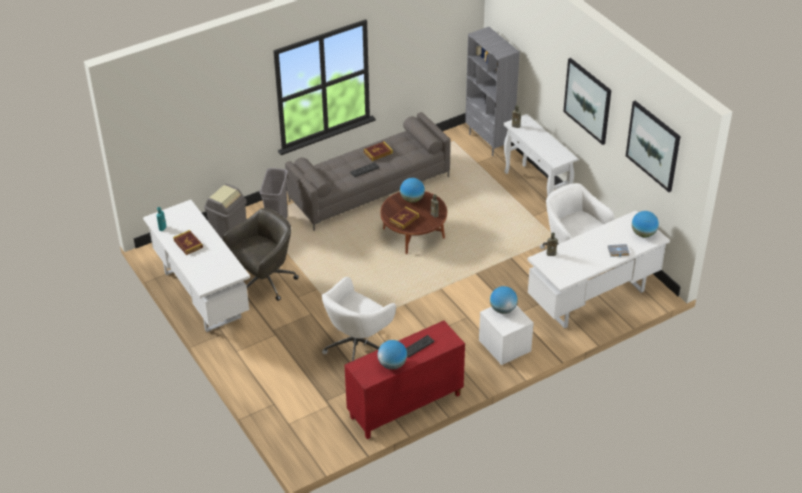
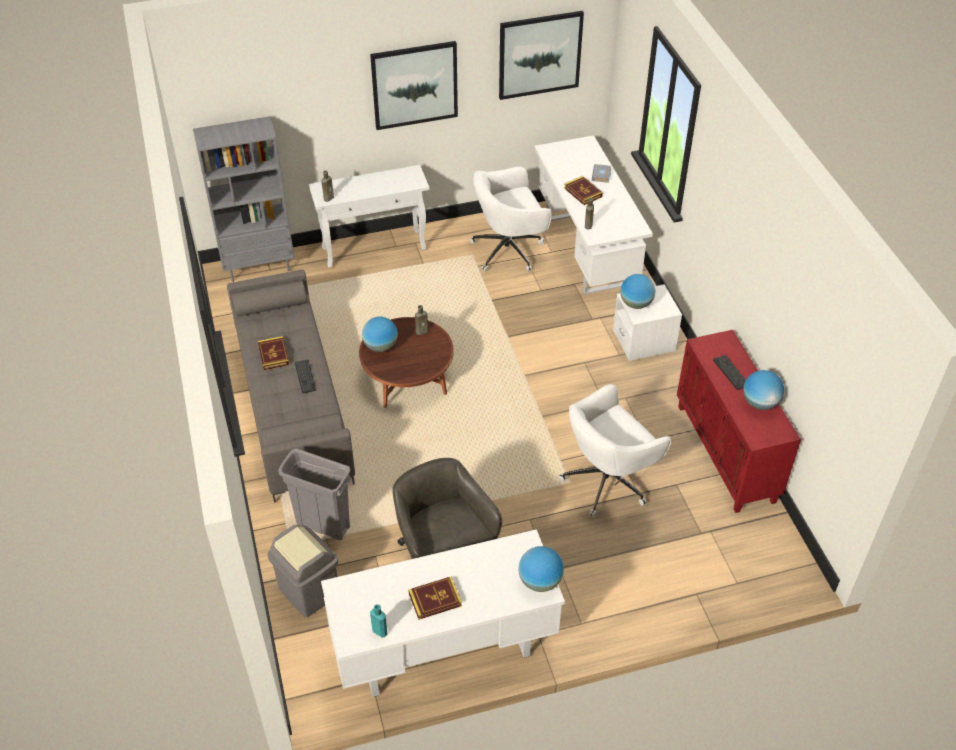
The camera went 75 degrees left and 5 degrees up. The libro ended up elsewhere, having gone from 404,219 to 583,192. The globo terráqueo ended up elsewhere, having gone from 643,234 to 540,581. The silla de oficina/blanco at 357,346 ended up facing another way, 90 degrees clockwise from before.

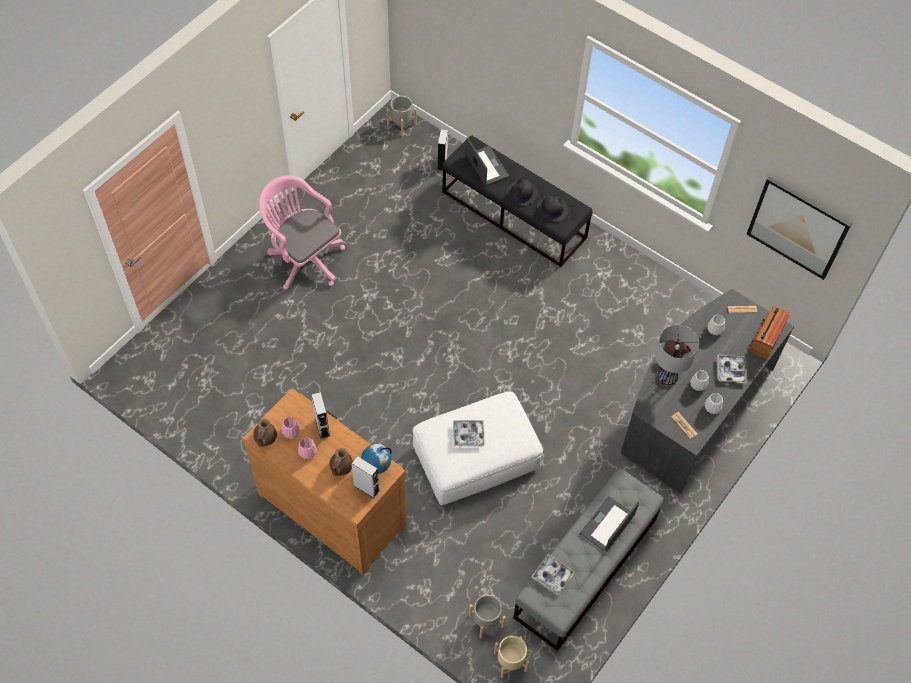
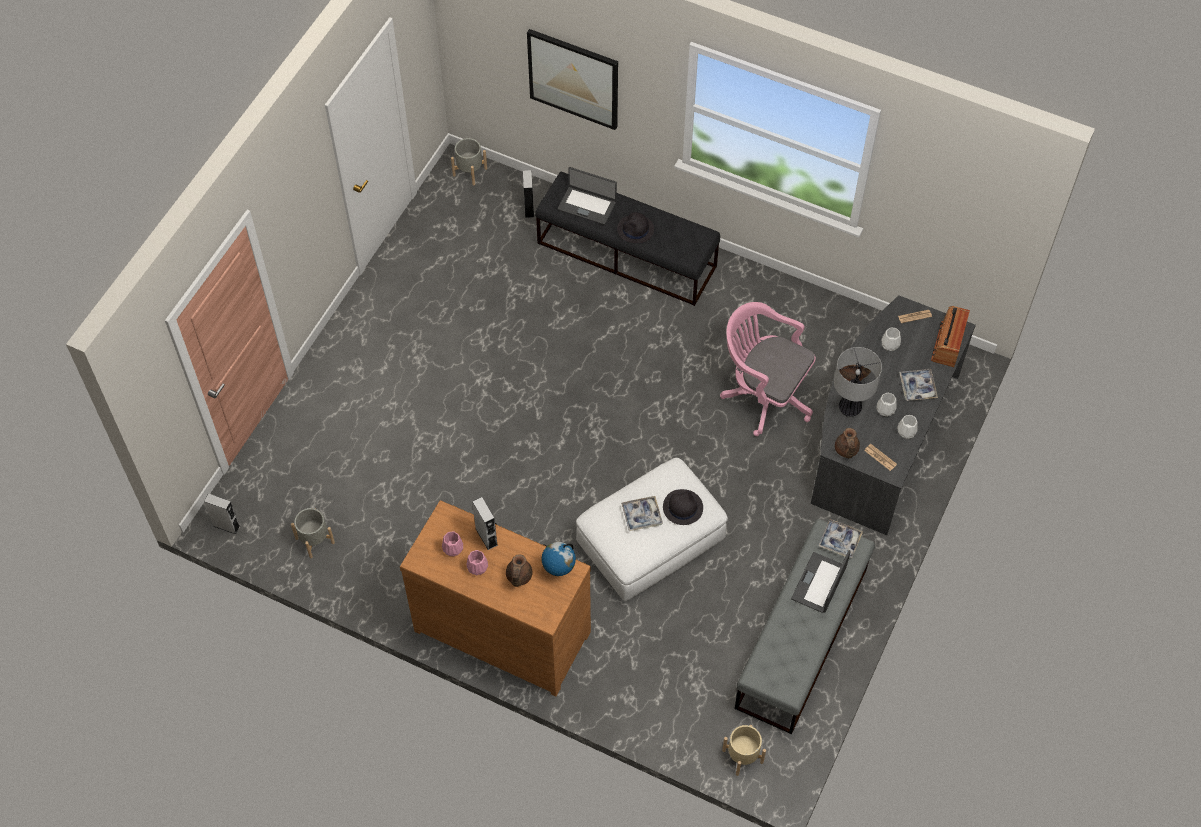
The camera went 10 degrees left and 0 degrees up. The tetera/marrón ended up elsewhere, having gone from 265,438 to 846,450. The silla de oficina/rosa ended up elsewhere, having gone from 304,258 to 763,395. The altavoz/gris ended up elsewhere, having gone from 366,488 to 226,526. The maceta/gris ended up elsewhere, having gone from 486,621 to 315,540. The bandeja ended up elsewhere, having gone from 552,576 to 839,541. The sombrero/negro ended up elsewhere, having gone from 552,209 to 682,507. The cuadro ended up elsewhere, having gone from 798,227 to 574,78. The portátil at 486,166 ended up facing another way, 150 degrees clockwise from before.

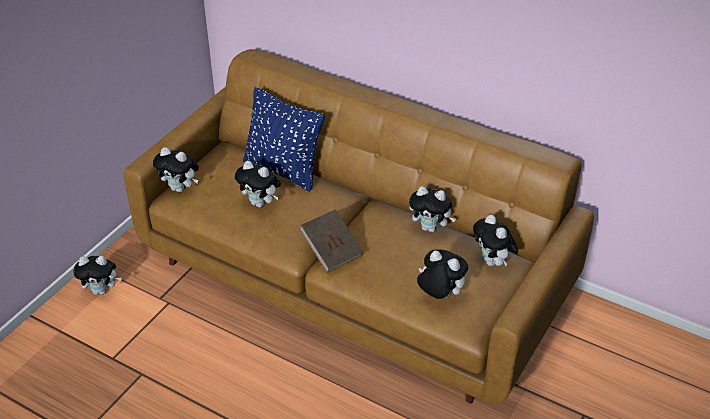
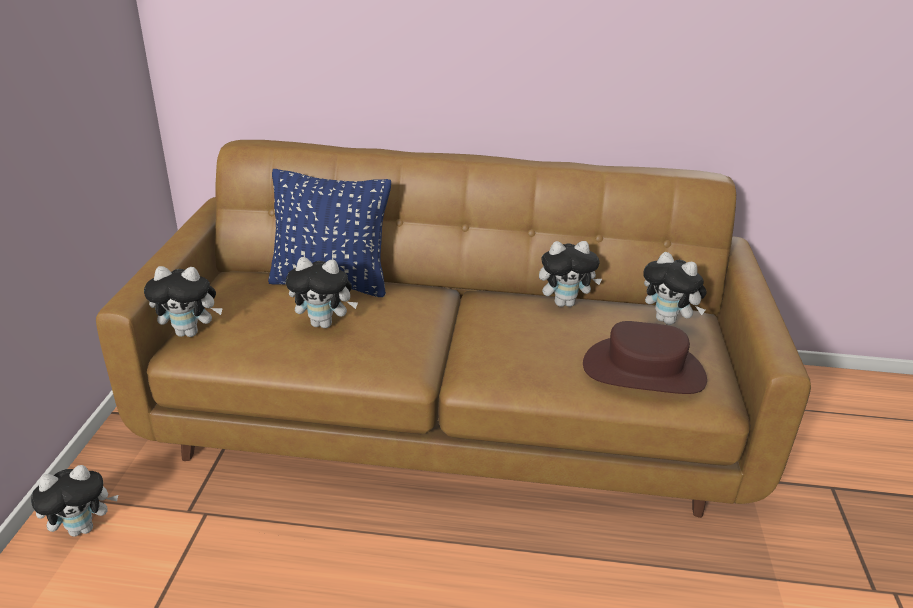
The camera went 25 degrees left and 10 degrees down. The second view lost the libro/marrón at 332,251. Where the peluche stood at 439,295, the sombrero/marrón came to stand at 643,371.

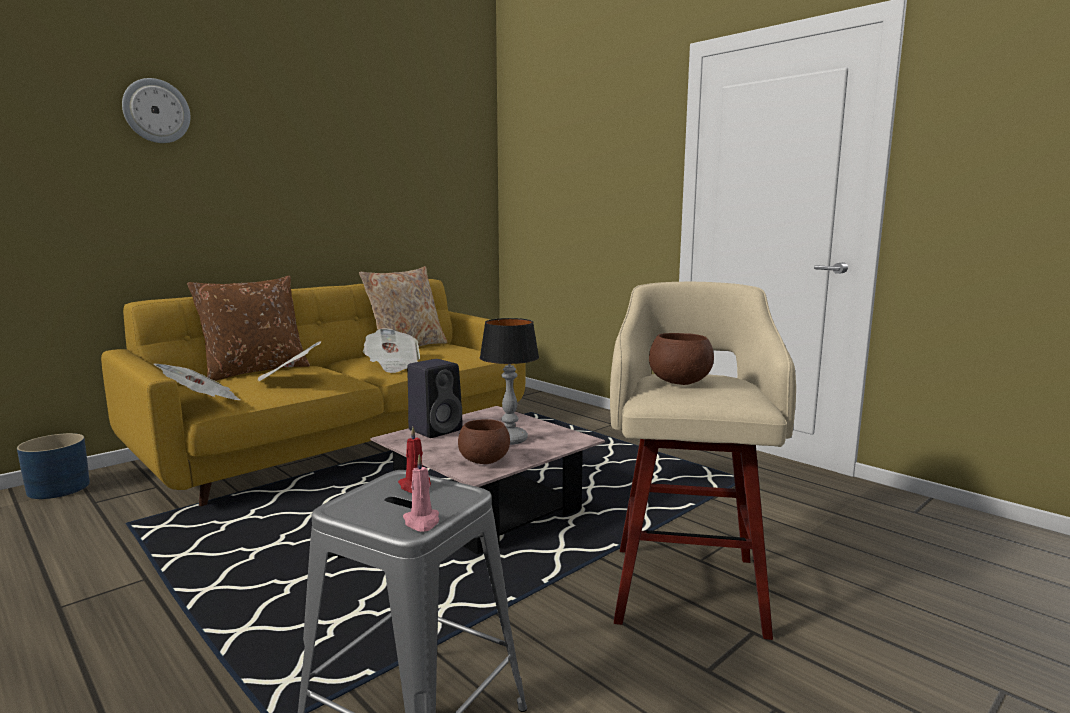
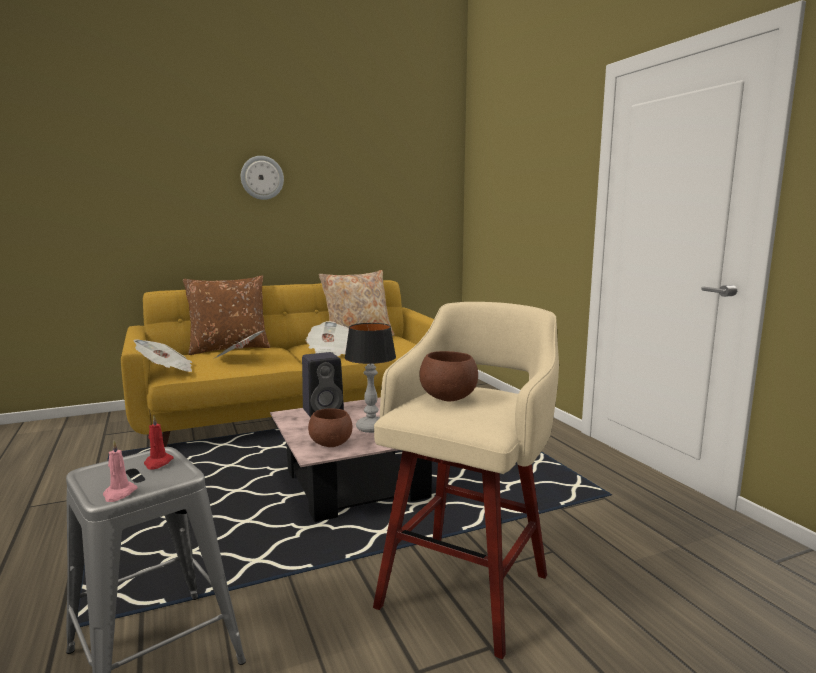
The camera went 20 degrees right and 0 degrees up. The second view lost the maceta/azul at 59,488. The reloj de pared ended up elsewhere, having gone from 156,111 to 262,178.

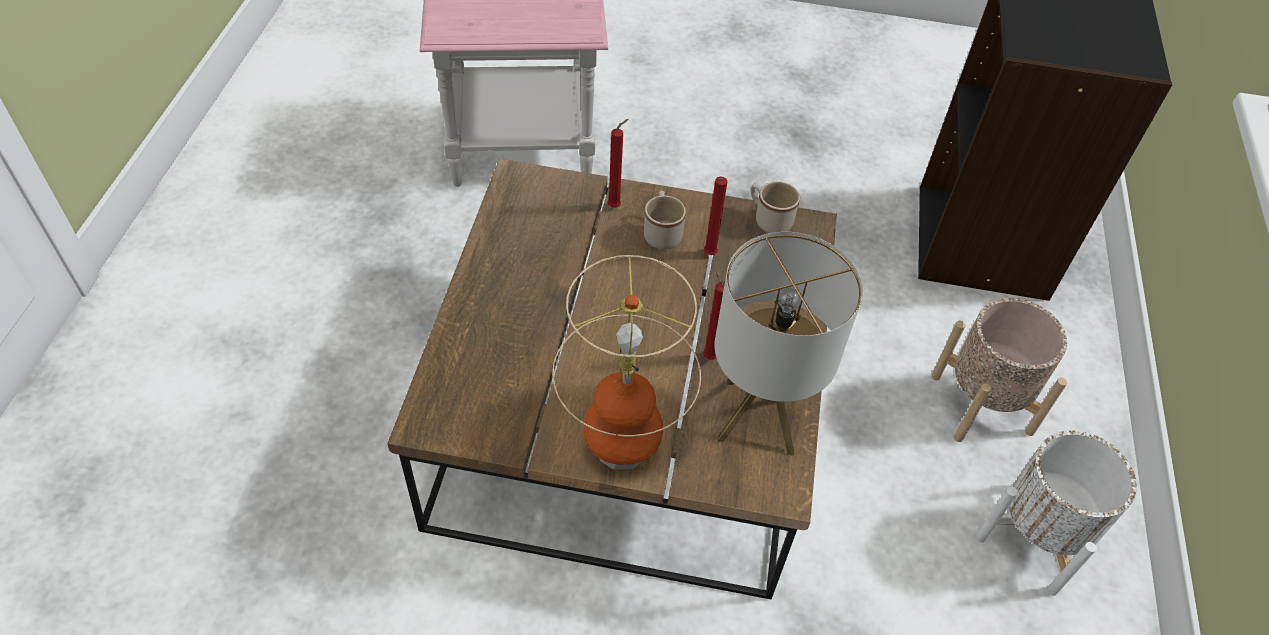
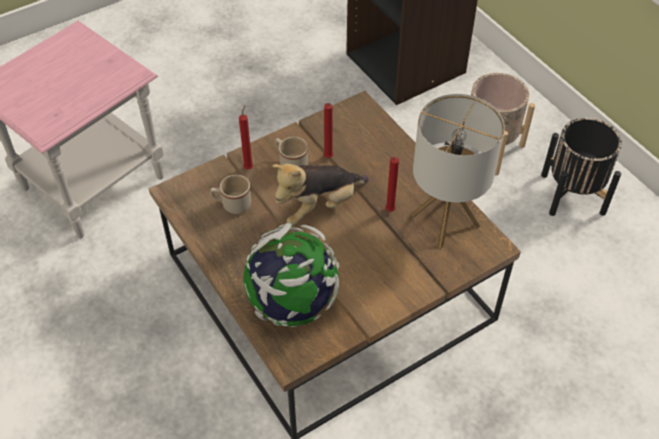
The camera went 40 degrees left and 0 degrees up. The second view lost the lámpara de mesa at 622,447. The second view gained the globo terráqueo at 292,305. The second view gained the peluche at 319,206. The taza grande/beis ended up elsewhere, having gone from 768,219 to 232,204. What was the maceta/blanco at 1036,536 turned into the maceta/negro at 572,193.

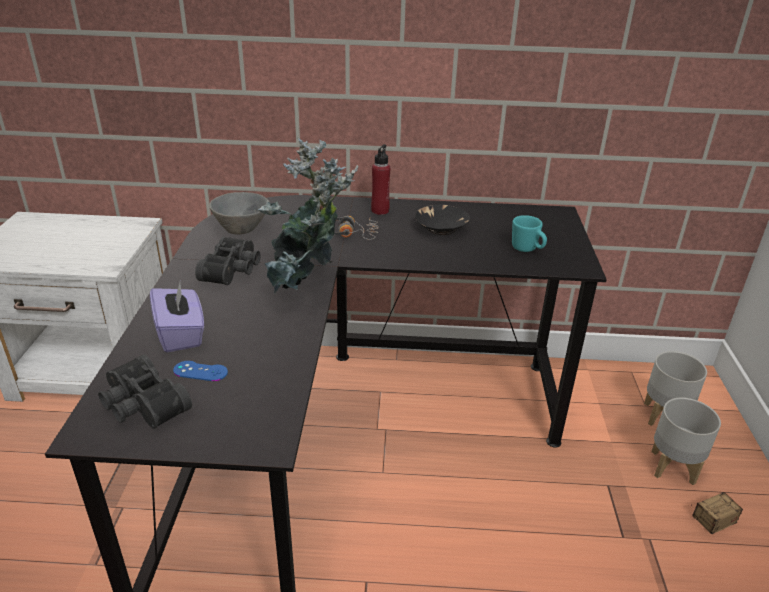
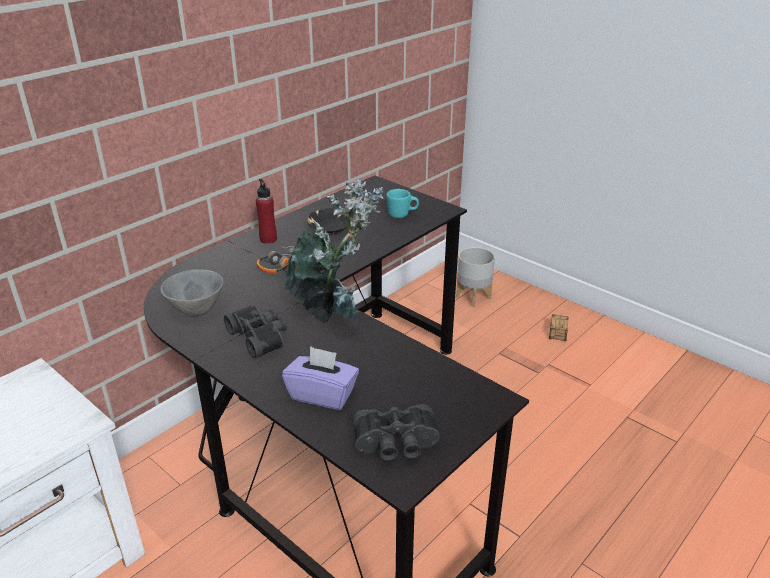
The camera went 50 degrees left and 0 degrees up. The second view lost the mando de consola/azul at 200,371. The second view lost the maceta/gris at 673,467.

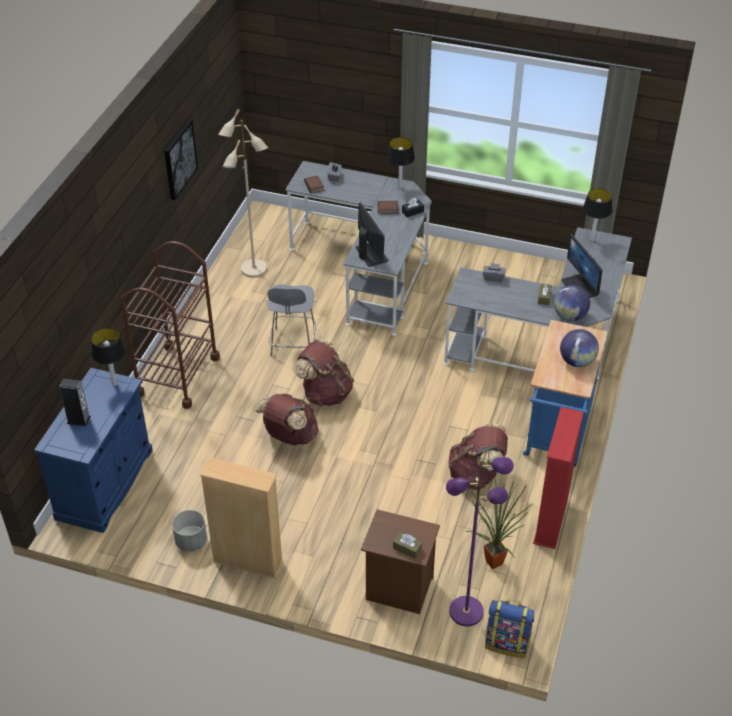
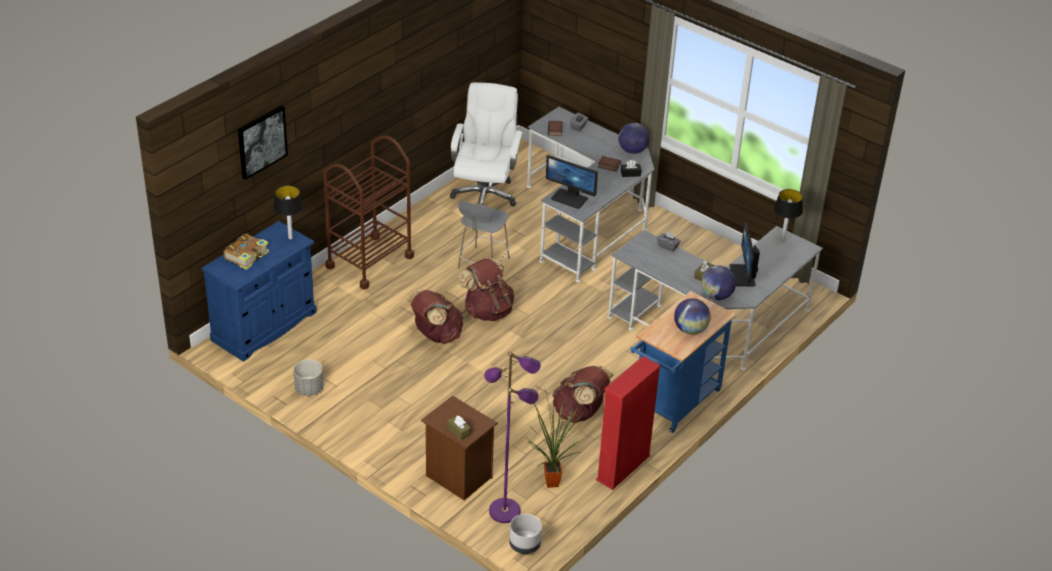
The camera went 20 degrees right and 5 degrees down. The second view lost the estantería/beis at 248,561. The cuadro ended up elsewhere, having gone from 179,159 to 261,141. Where the altavoz stood at 78,420, the libro came to stand at 247,256. Where the lámpara de pie/beis stood at 254,269, the silla de oficina/blanco came to stand at 484,194. Where the lámpara de mesa stood at 400,188, the globo terráqueo came to stand at 632,151. Where the mochila stood at 507,643, the maceta/gris came to stand at 525,545. The monitor at 370,254 ended up facing another way, 120 degrees clockwise from before.

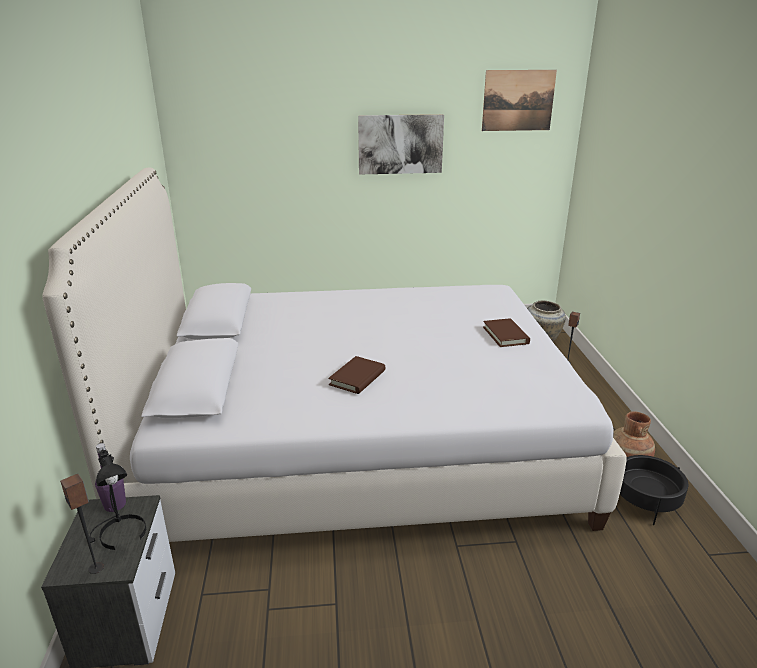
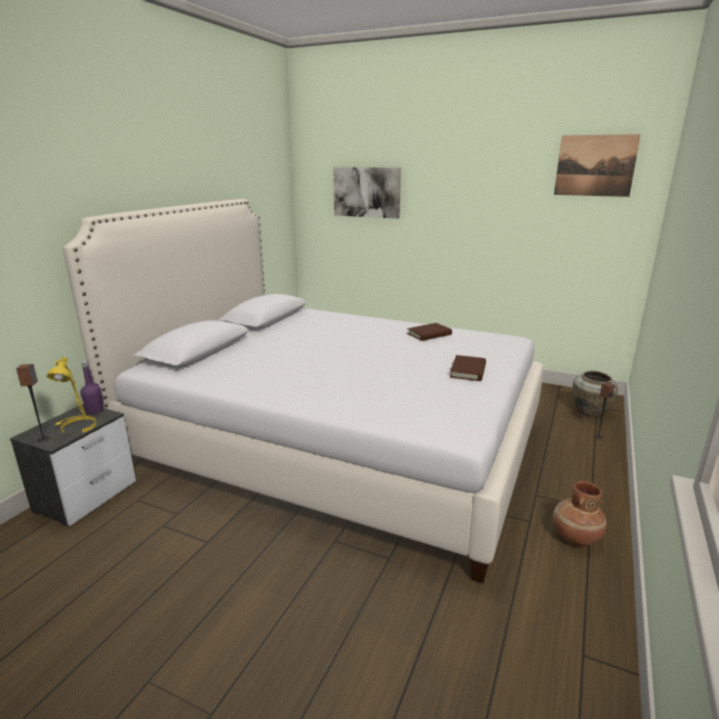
The camera went 30 degrees right and 5 degrees down. The second view lost the maceta/negro at 645,500. The libro/marrón ended up elsewhere, having gone from 357,378 to 429,334. The cuadro ended up elsewhere, having gone from 400,144 to 367,192. What was the lámpara de mesa/negro at 120,535 turned into the lámpara de mesa/amarillo at 76,426.

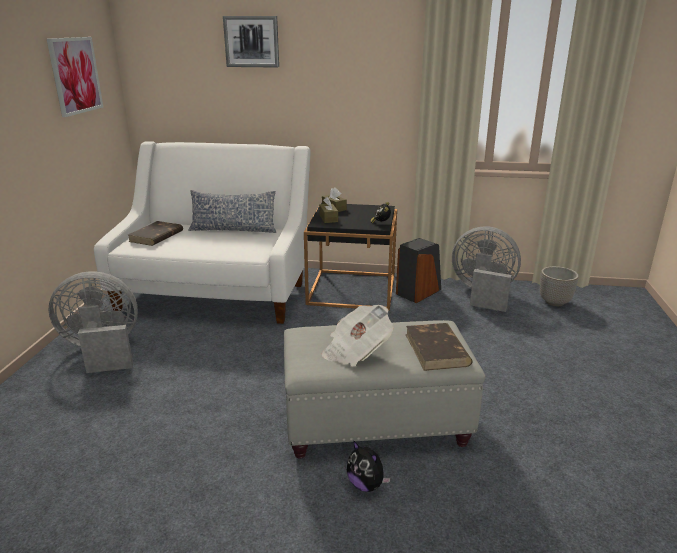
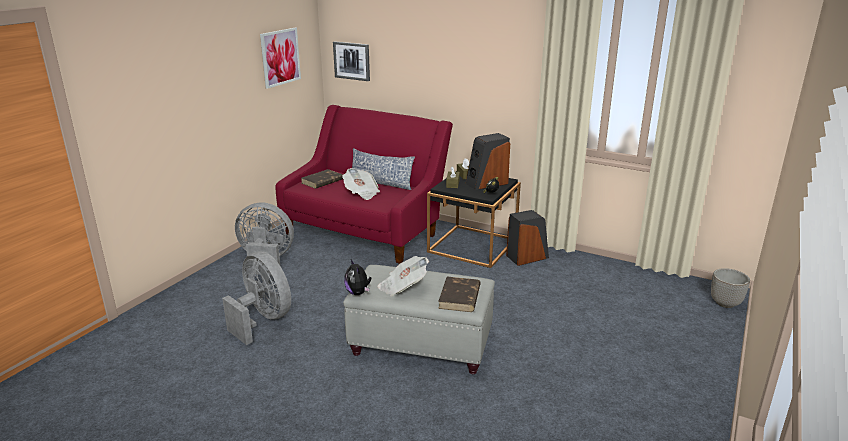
The camera went 20 degrees right and 0 degrees up. The second view gained the periódico at 361,193. The second view gained the altavoz at 486,183. The cuadro ended up elsewhere, having gone from 251,41 to 352,61. The peluche ended up elsewhere, having gone from 366,484 to 358,293. The ventilador/gris ended up elsewhere, having gone from 482,294 to 263,320. The maceta ended up elsewhere, having gone from 555,302 to 725,303. What was the sofá/blanco at 216,292 turned into the sofá/rojo at 365,231.

